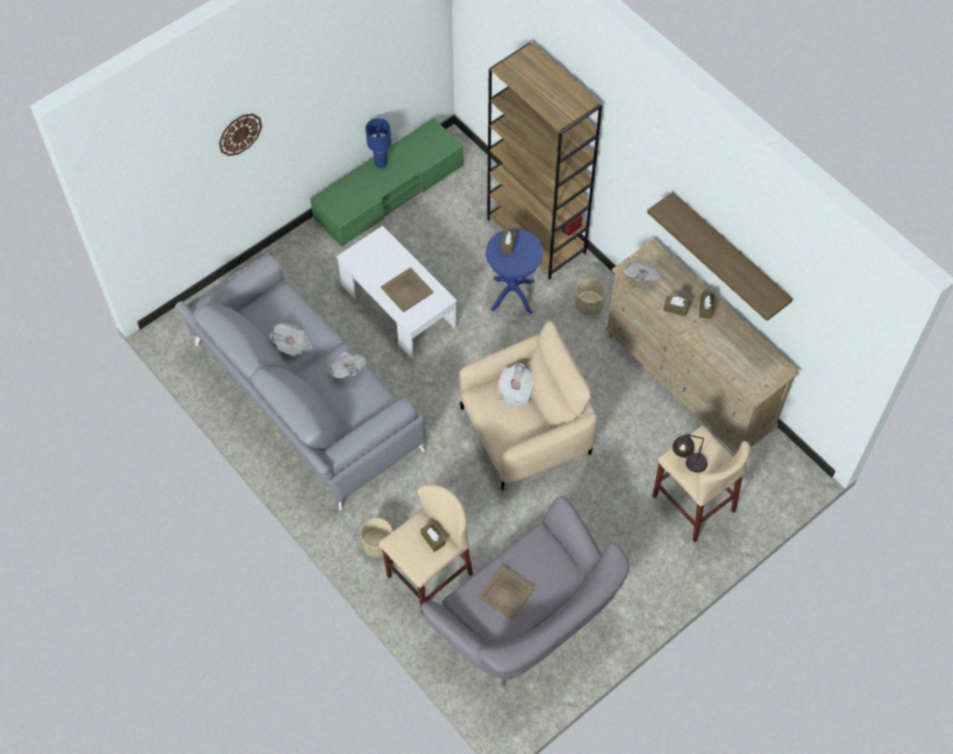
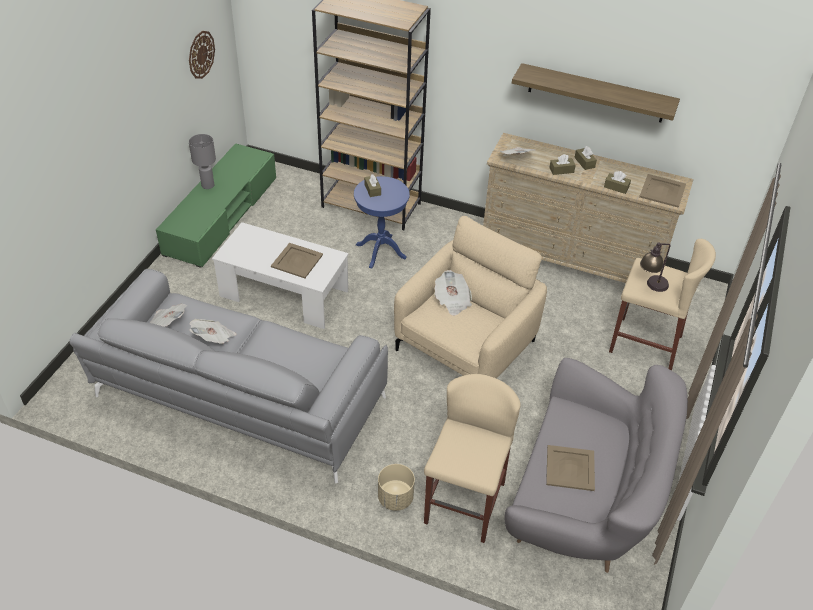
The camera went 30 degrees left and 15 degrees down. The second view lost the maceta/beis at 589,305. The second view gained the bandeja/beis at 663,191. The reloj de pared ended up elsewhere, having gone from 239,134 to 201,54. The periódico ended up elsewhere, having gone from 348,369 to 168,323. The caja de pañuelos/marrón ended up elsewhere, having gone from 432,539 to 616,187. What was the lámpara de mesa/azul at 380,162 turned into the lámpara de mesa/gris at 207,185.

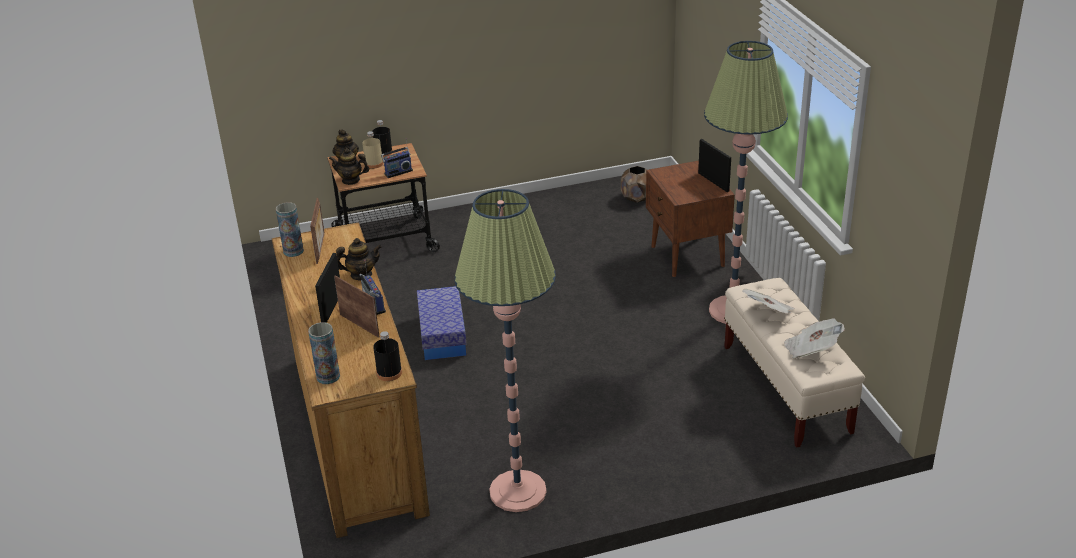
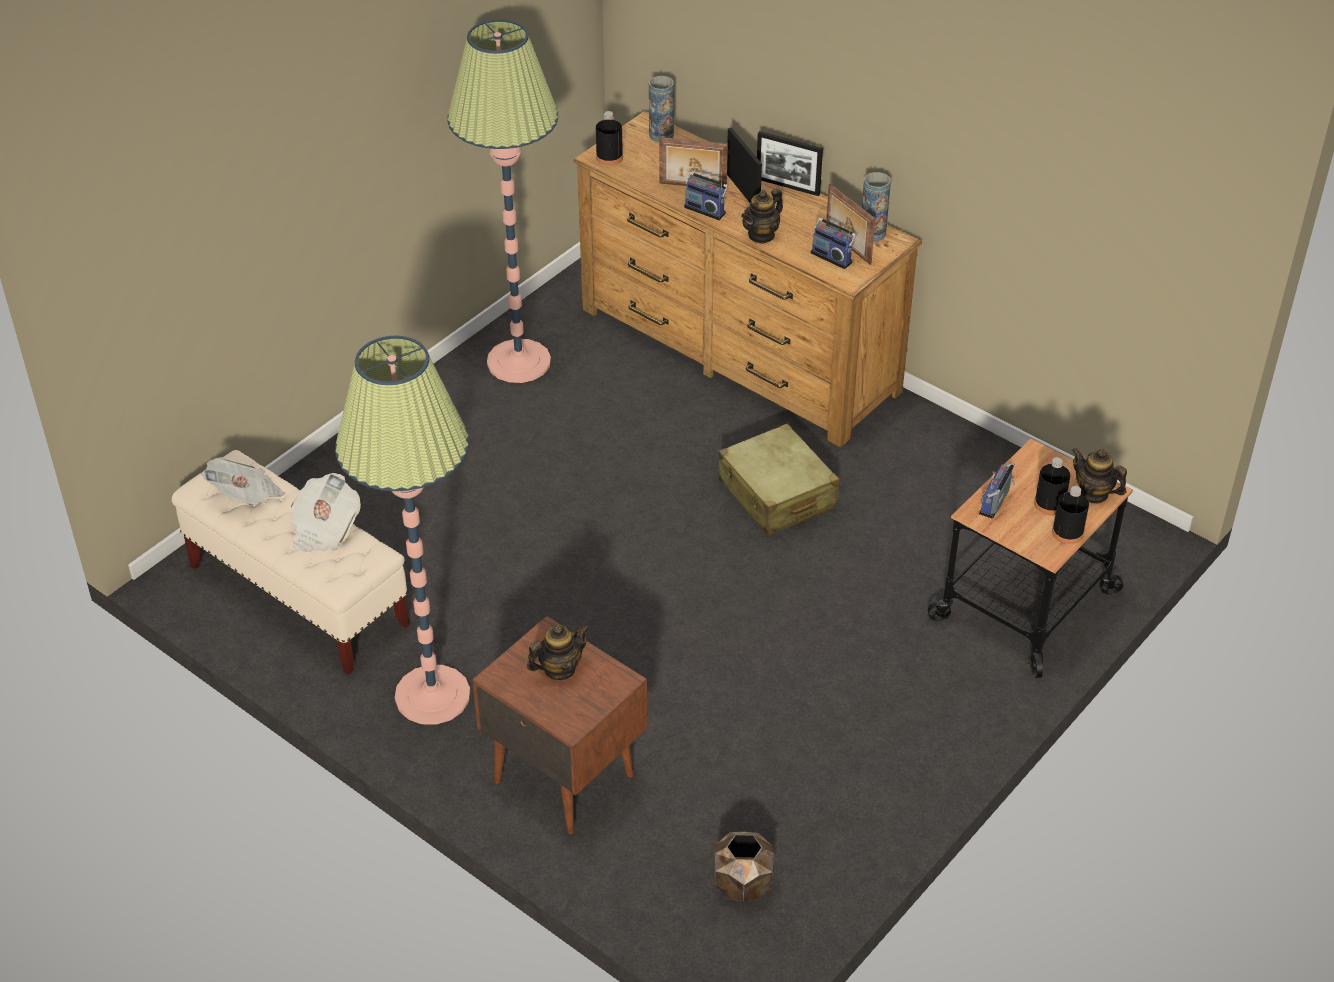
The camera went 145 degrees right and 10 degrees up. The second view gained the radio at 832,256. The tetera ended up elsewhere, having gone from 351,180 to 559,669. The portarretratos ended up elsewhere, having gone from 713,182 to 787,186. Where the caja de almacenaje stood at 442,335, the maleta/beis came to stand at 777,494. What was the botella/beis at 374,164 turned into the botella/negro at 1049,504.

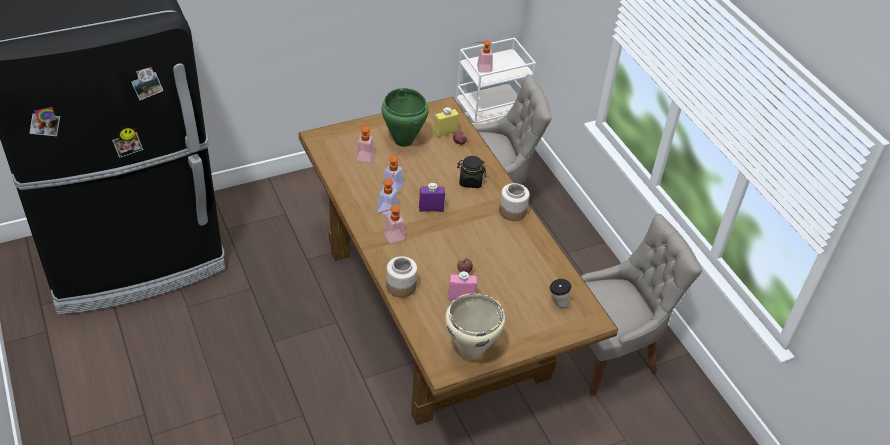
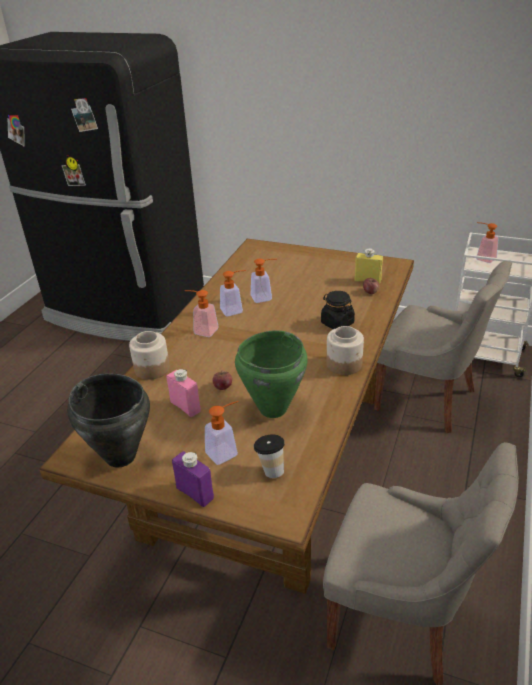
The camera went 50 degrees right and 10 degrees down. The dispensador de jabón ended up elsewhere, having gone from 366,154 to 226,451. The olla/verde ended up elsewhere, having gone from 403,141 to 272,409. The botella/morado ended up elsewhere, having gone from 431,208 to 195,493. What was the olla/beis at 470,350 turned into the olla/negro at 121,456.

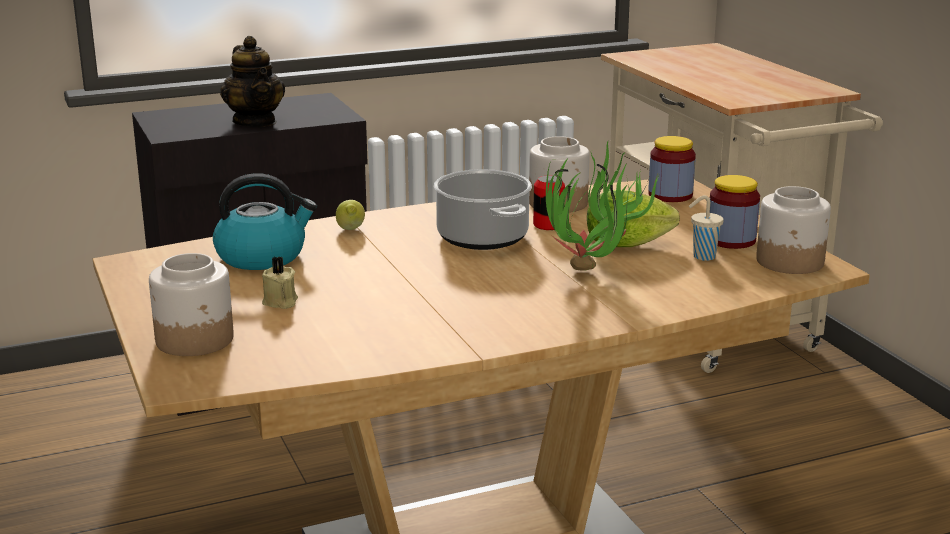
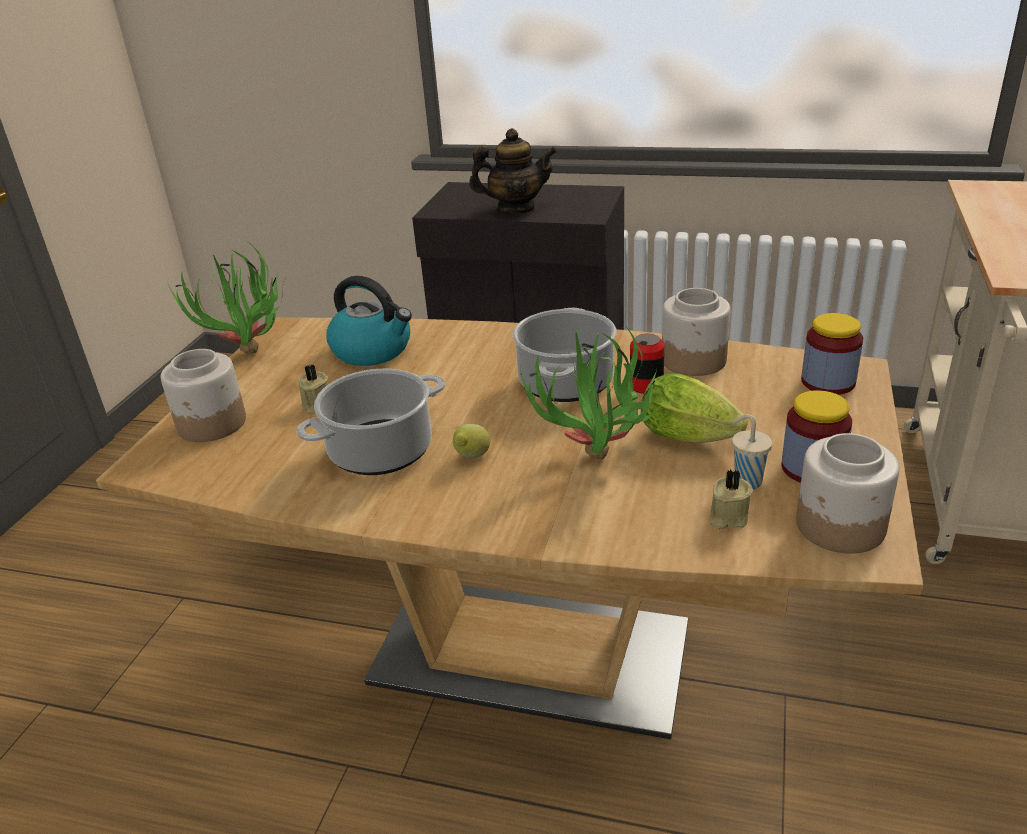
The camera went 40 degrees right and 10 degrees up. The second view gained the planta en maceta at 251,360. The second view gained the olla at 380,452. The second view gained the vela/beis at 727,517. The limón ended up elsewhere, having gone from 351,230 to 471,458. The tetera at 255,122 ended up facing another way, 105 degrees counterclockwise from before.

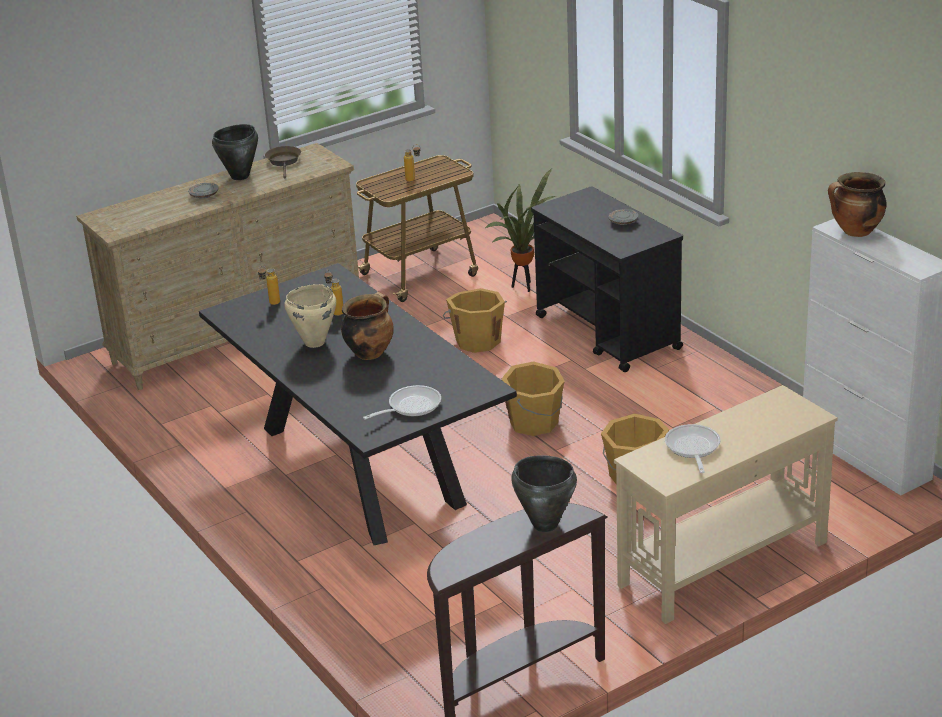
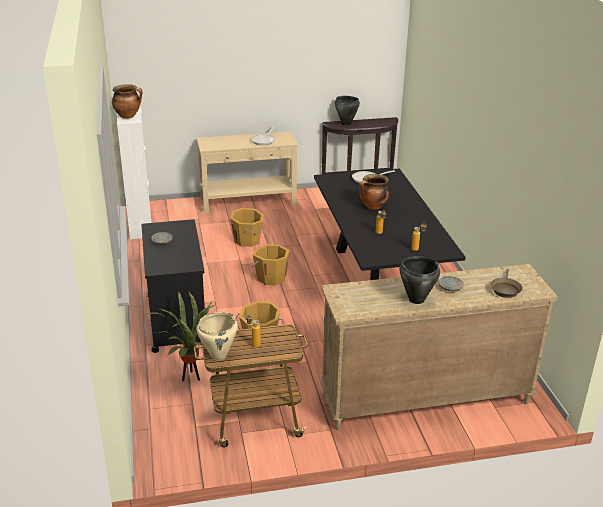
The camera went 160 degrees left and 0 degrees up. The sartén/marrón ended up elsewhere, having gone from 284,162 to 505,289. The olla/beis ended up elsewhere, having gone from 314,342 to 219,356.

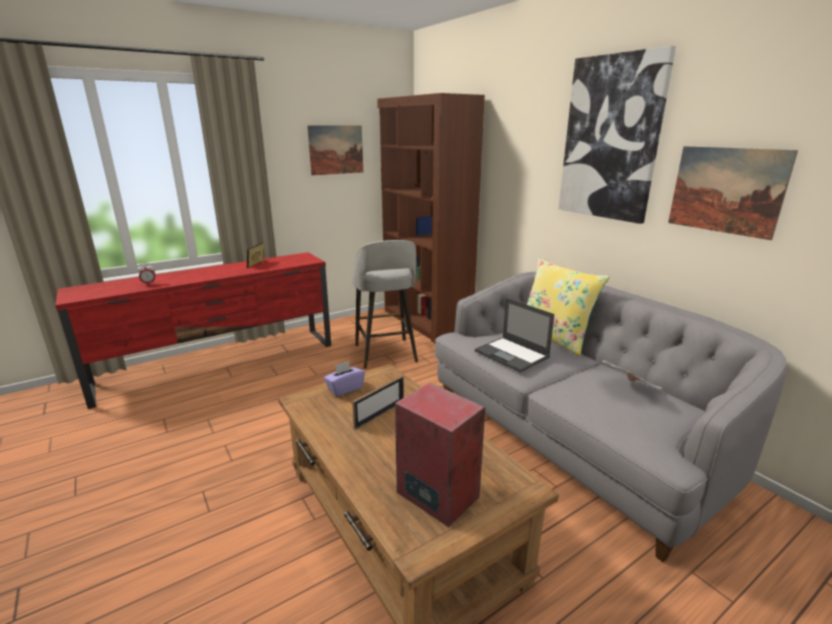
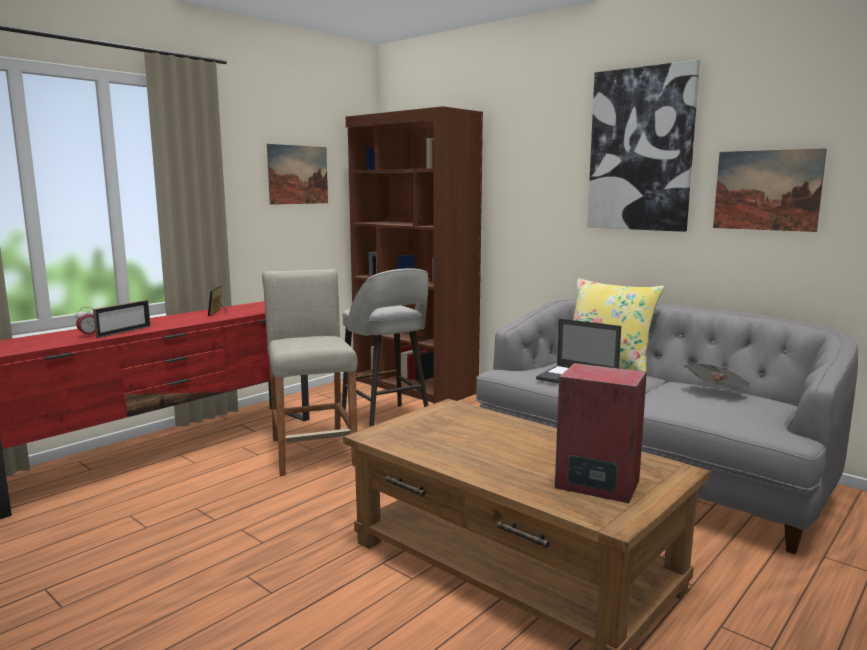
The camera went 15 degrees left and 10 degrees down. The second view lost the caja de pañuelos/morado at 345,389. The second view gained the taburete/beis at 313,452. The portarretratos ended up elsewhere, having gone from 379,414 to 124,332.

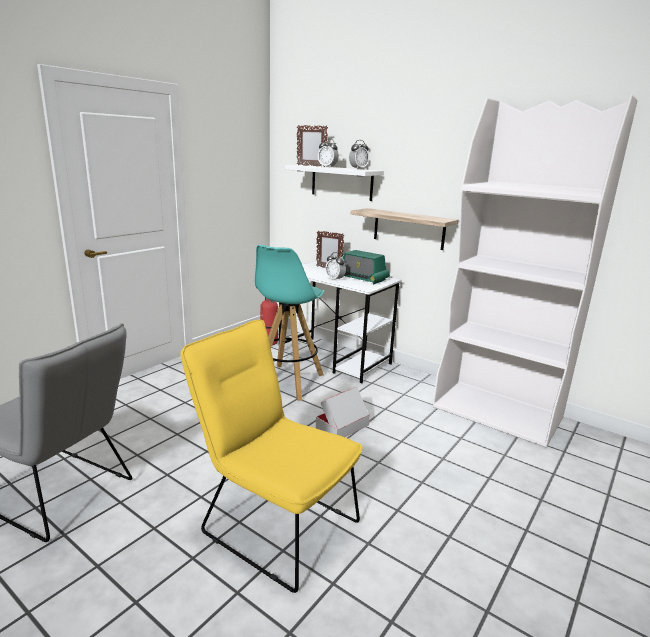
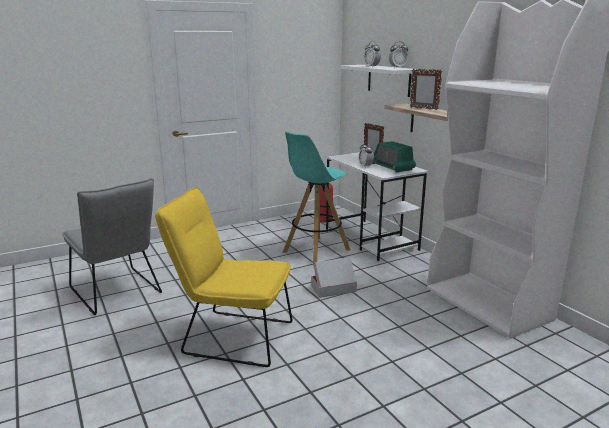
The camera went 25 degrees right and 0 degrees up. The portarretratos ended up elsewhere, having gone from 311,166 to 423,108. The silla/amarillo at 273,522 ended up facing another way, 45 degrees counterclockwise from before.

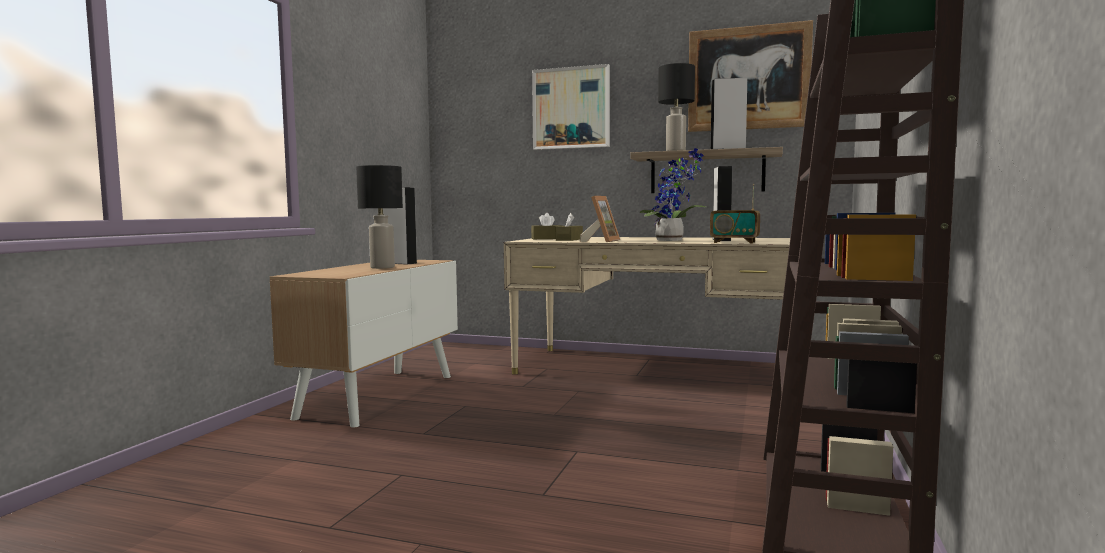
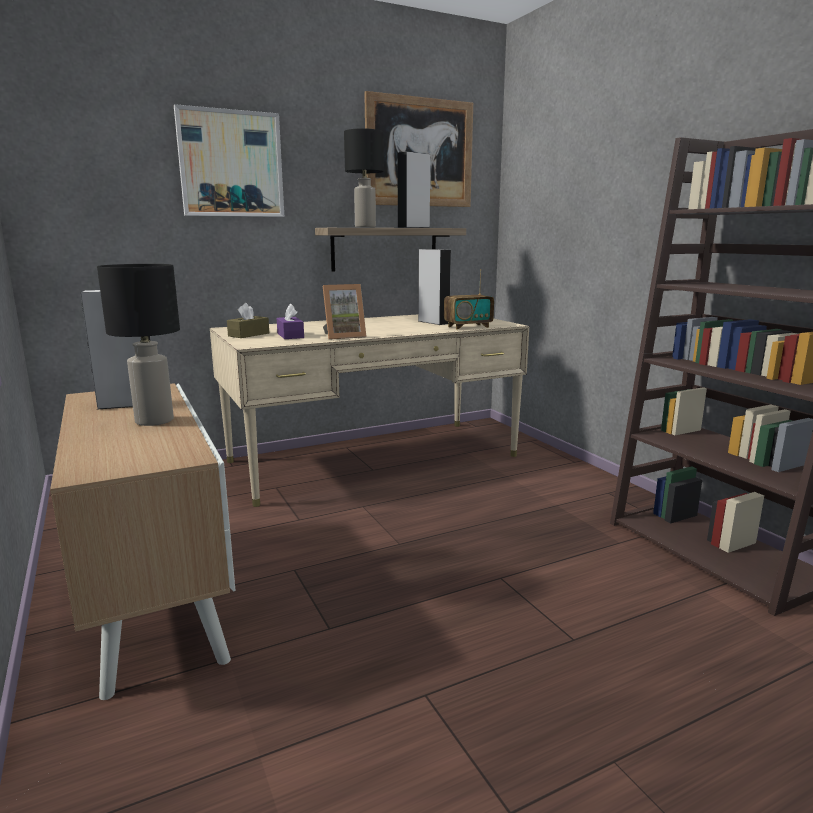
The camera went 45 degrees left and 10 degrees up. The second view lost the planta en maceta at 673,241. What was the caja de pañuelos/marrón at 569,240 turned into the caja de pañuelos/morado at 290,335. The portarretratos at 601,241 ended up facing another way, 90 degrees clockwise from before.

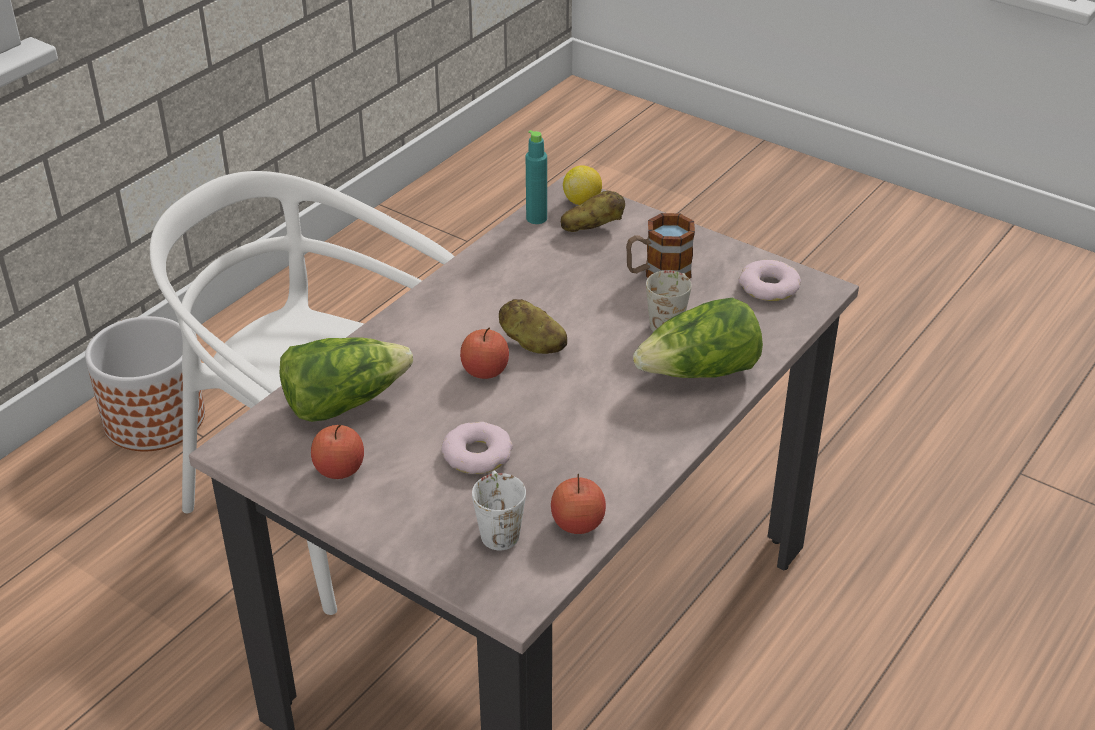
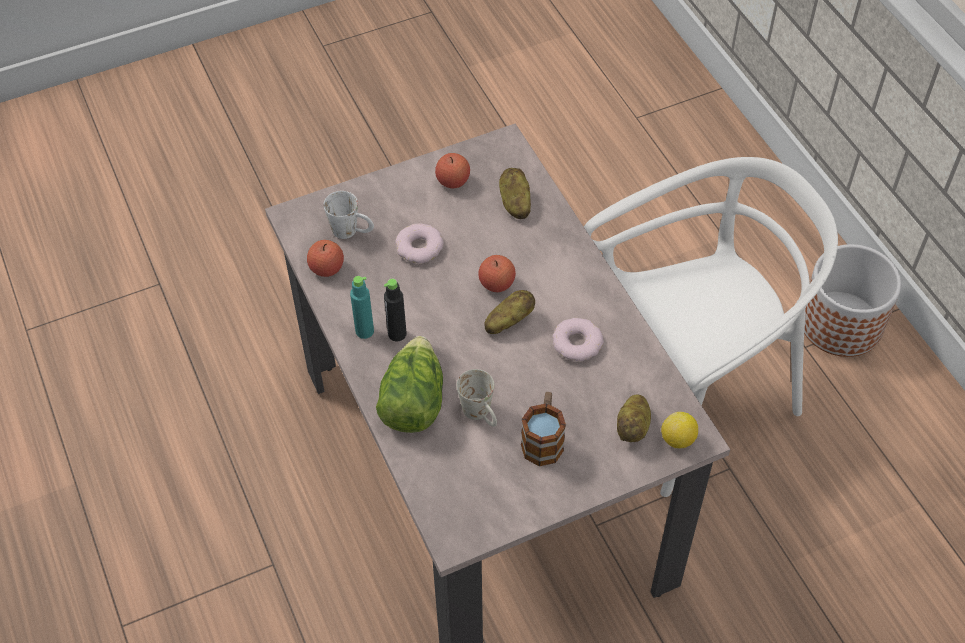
The camera went 120 degrees right and 15 degrees up. The second view gained the botella/negro at 397,334. The botella/turquesa ended up elsewhere, having gone from 536,218 to 364,331. The rosquilla ended up elsewhere, having gone from 769,287 to 577,343. Where the lechuga stood at 344,401, the patata came to stand at 514,203.

